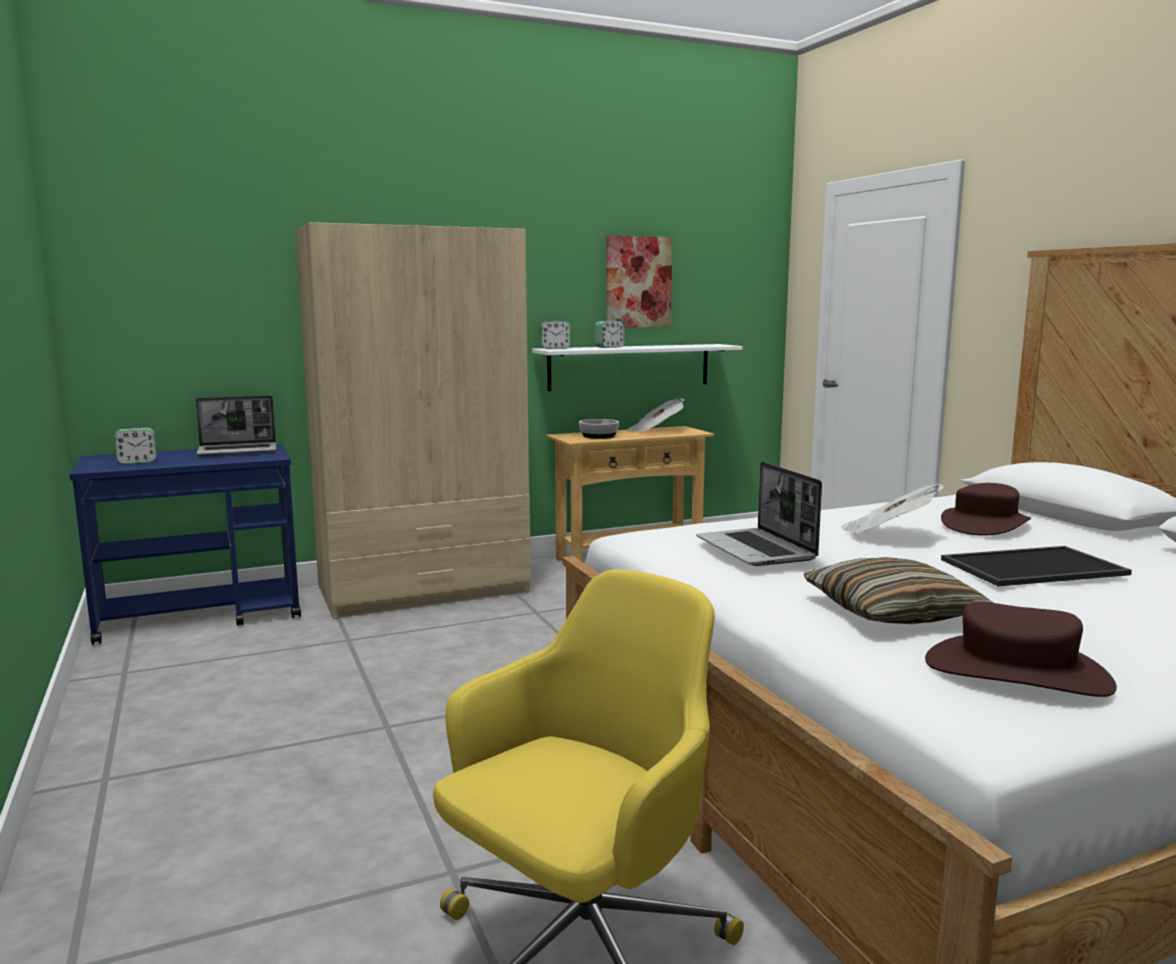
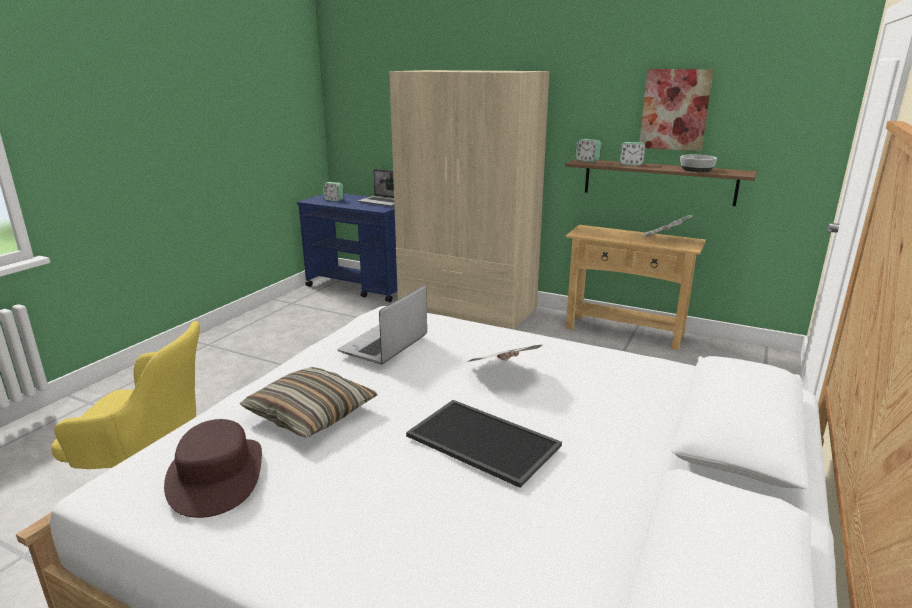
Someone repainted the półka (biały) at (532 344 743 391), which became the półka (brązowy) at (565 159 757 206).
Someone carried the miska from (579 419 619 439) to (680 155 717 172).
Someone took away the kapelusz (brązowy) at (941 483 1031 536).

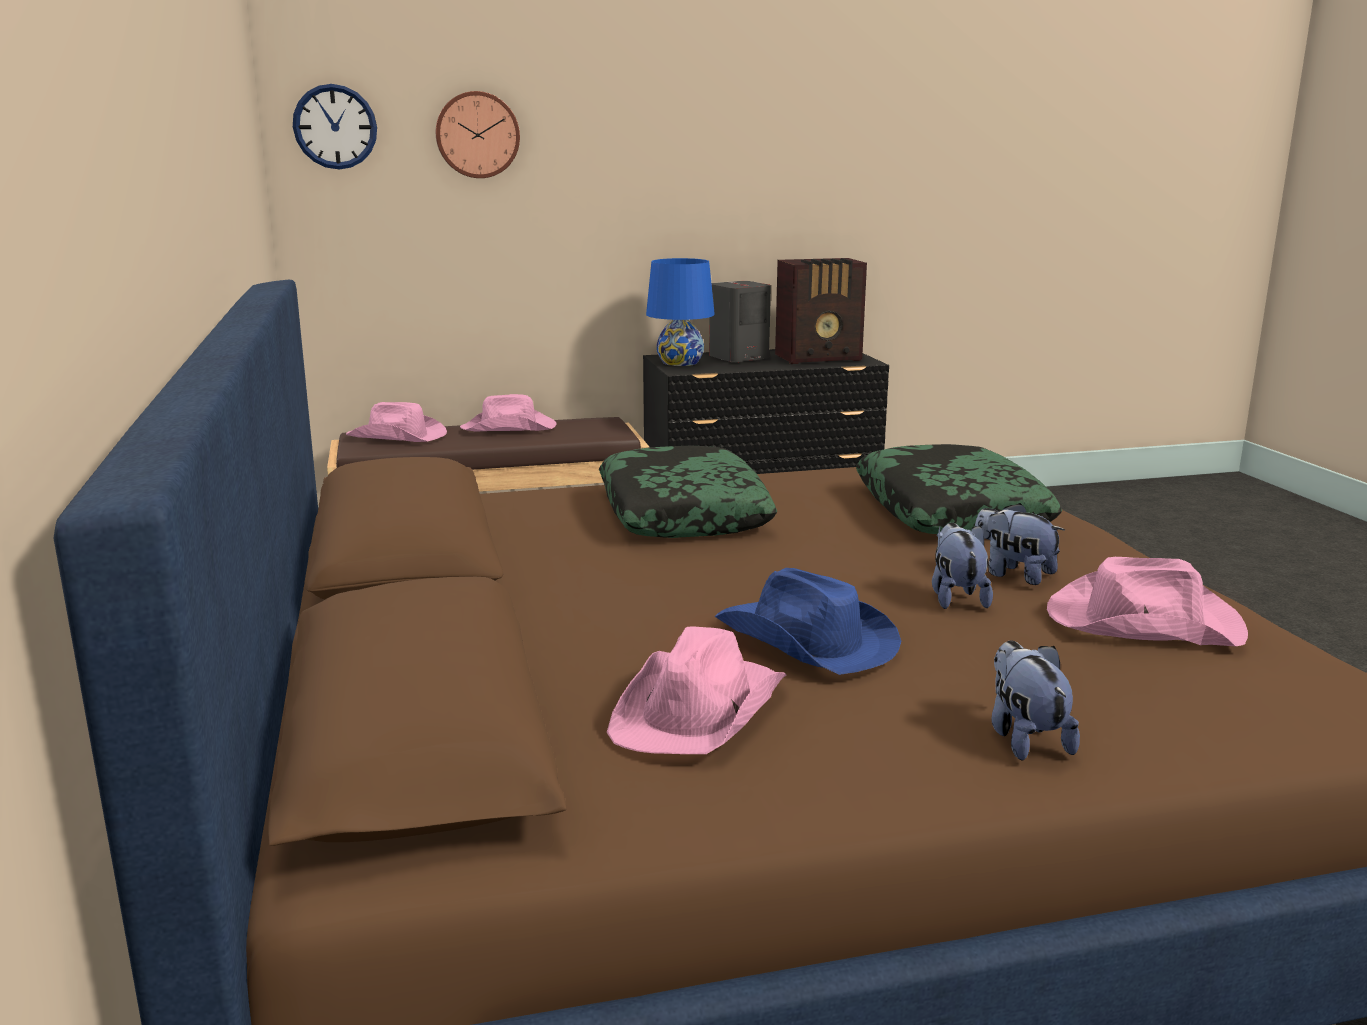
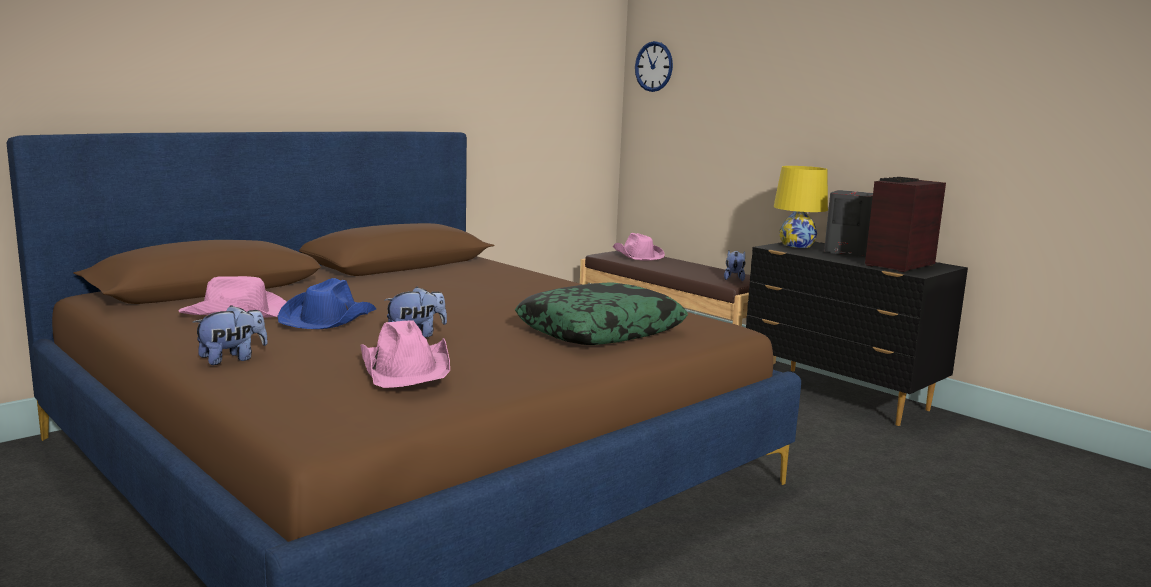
Someone took away the zegar ścienny at (436 91 520 178).
Someone took away the kapelusz (różowy) at (460 394 557 431).
Someone took away the poduszka at (599 446 777 538).
Someone repainted the lampa stołowa (niebieski) at (646 258 715 366), which became the lampa stołowa (żółty) at (774 166 828 248).
Someone rotated the radio at (775 258 867 364) by 90 degrees clockwise.
Someone carried the pluszak from (975 503 1065 585) to (724 250 745 281).

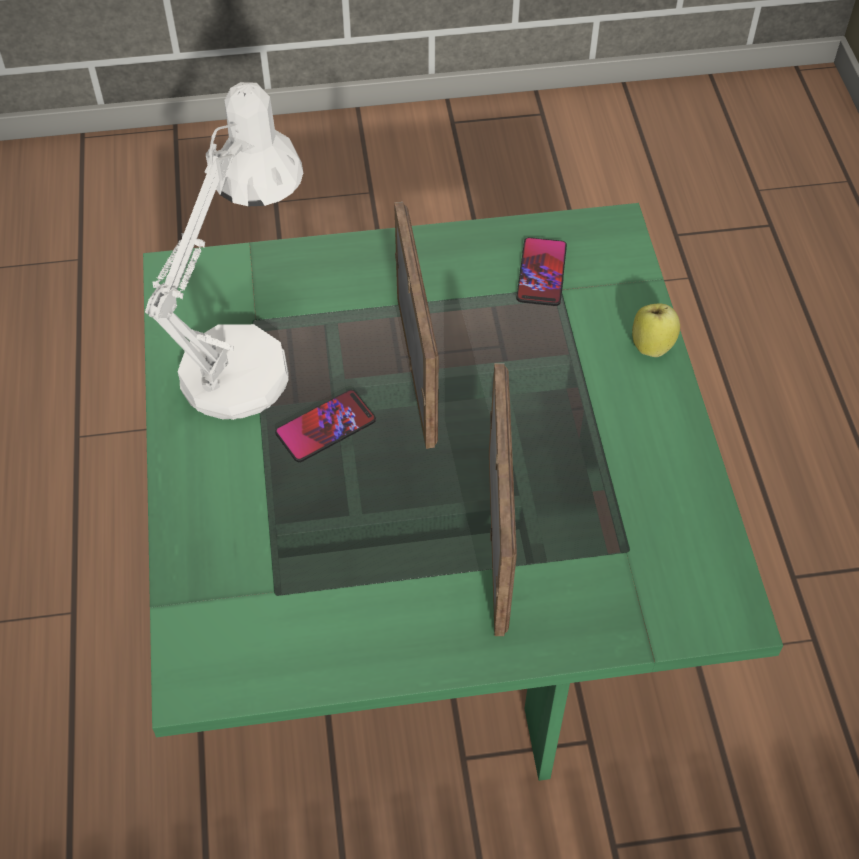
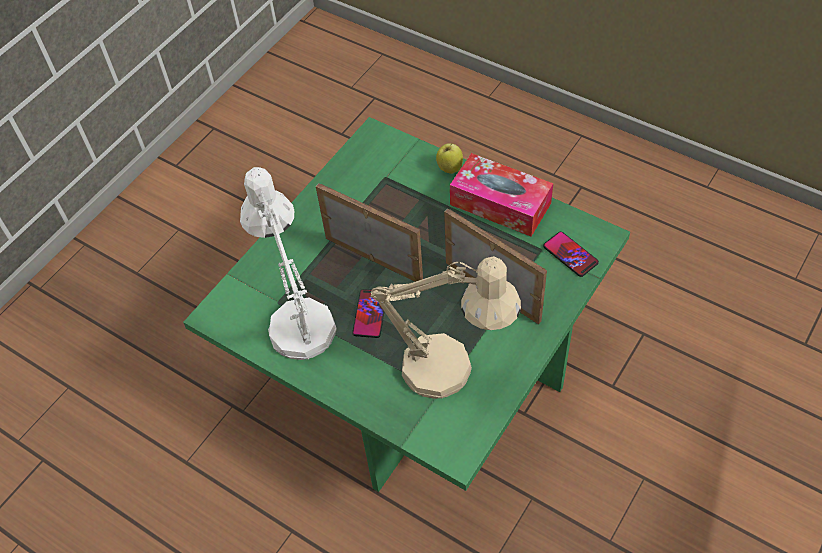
Someone carried the telefon from (517 237 567 306) to (543 232 599 277).
Someone put down the lampa stołowa (beżowy) at (371 256 521 399).
Someone put down the pudełko chusteczek at (450 153 553 236).

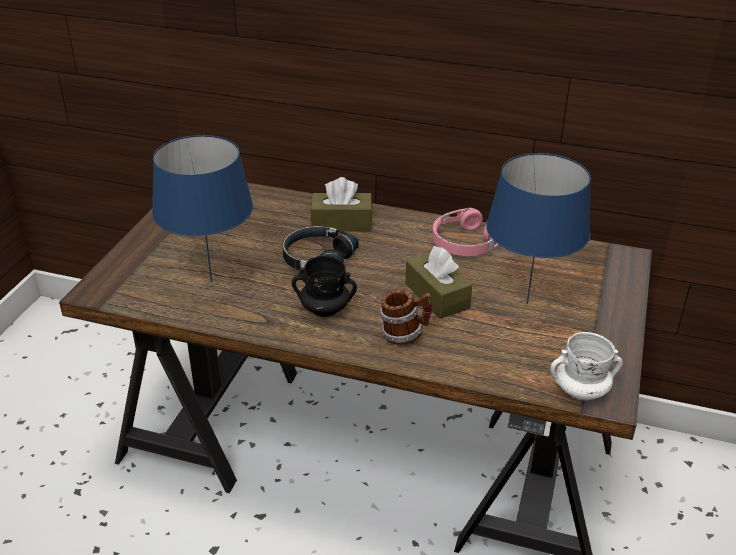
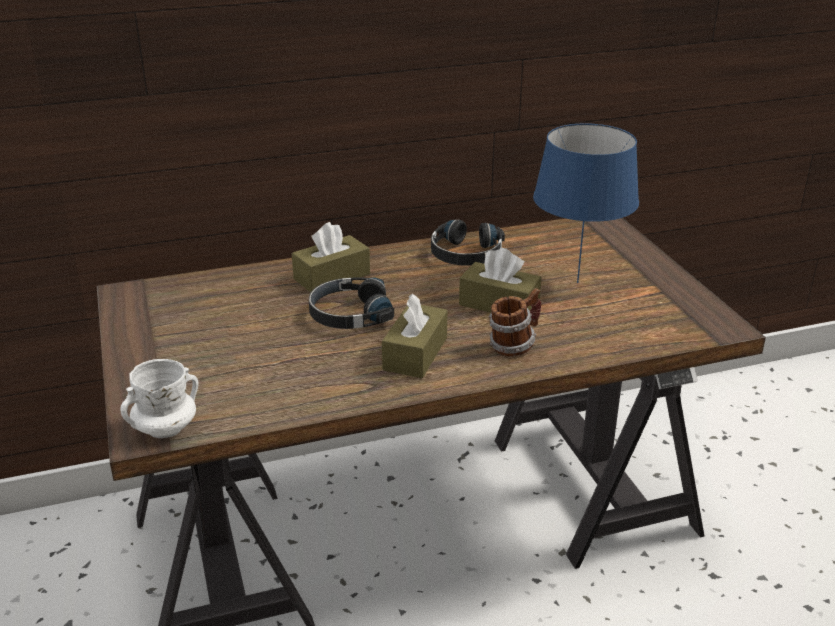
Someone took away the lampa stołowa (niebieski) at (152 135 253 283).
Someone swapped the kubek (czarny) at (292 255 357 317) for the pudełko chusteczek (brązowy) at (382 294 448 378).
Someone repainted the słuchawki (różowy) at (432 208 499 256), which became the słuchawki (czarny) at (431 220 505 266).
Someone carried the kubek (biały) from (550 332 623 401) to (120 359 198 438).

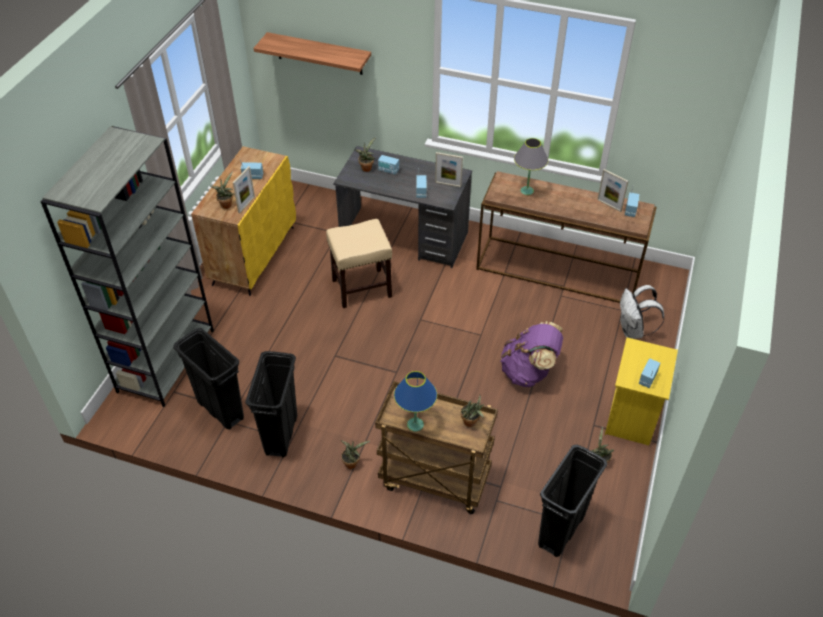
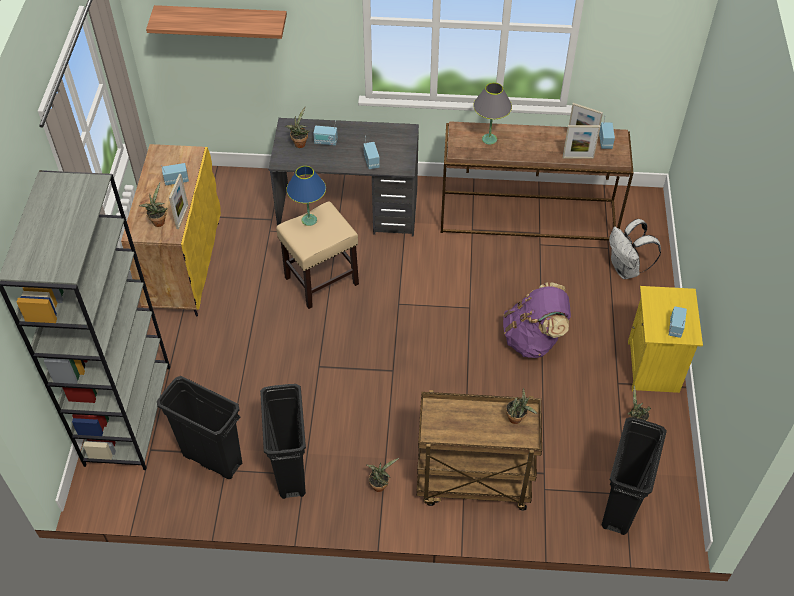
Someone carried the lampa stołowa (niebieski) from (394 371 437 432) to (286 166 326 226).
Someone carried the ramka na zdjęcie from (435 152 463 187) to (563 125 600 159).

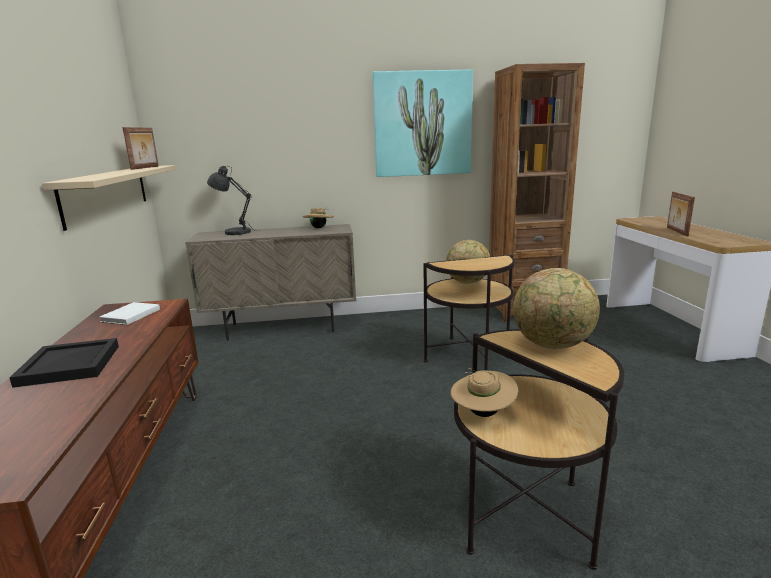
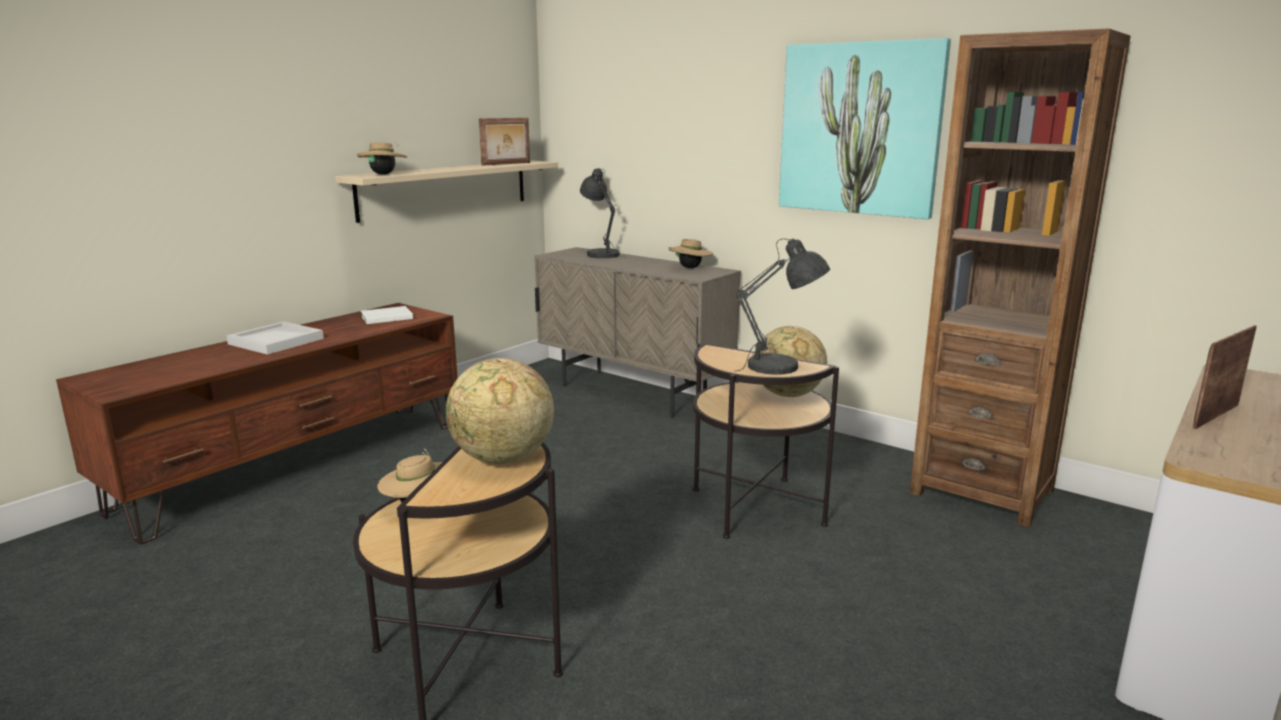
Someone repainted the taca (czarny) at (9 338 119 388), which became the taca (biały) at (226 321 324 355).
Someone put down the kapelusz (beżowy) at (357 142 407 175).
Someone put down the lampa stołowa (szary) at (736 239 830 375).

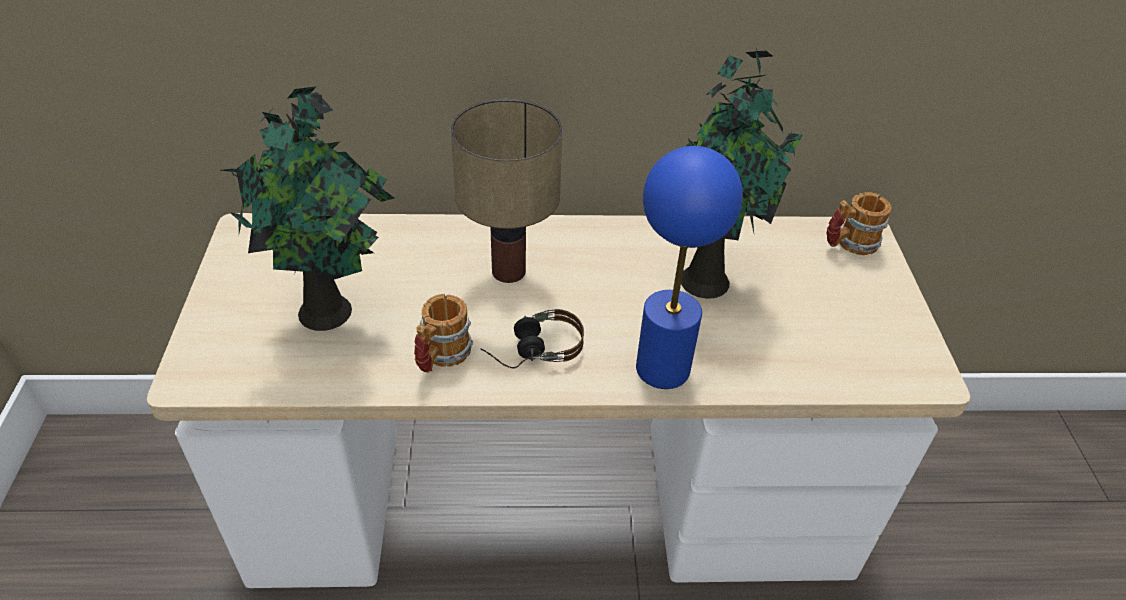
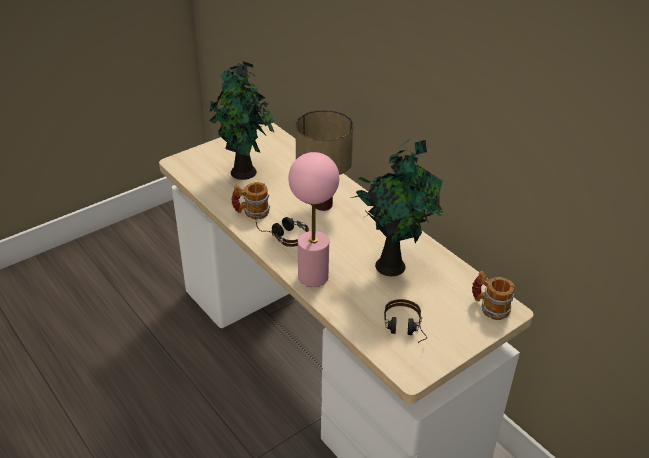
Someone repainted the lampa stołowa (niebieski) at (636 146 743 389), which became the lampa stołowa (różowy) at (289 152 339 287).
Someone put down the słuchawki at (384 299 427 343).

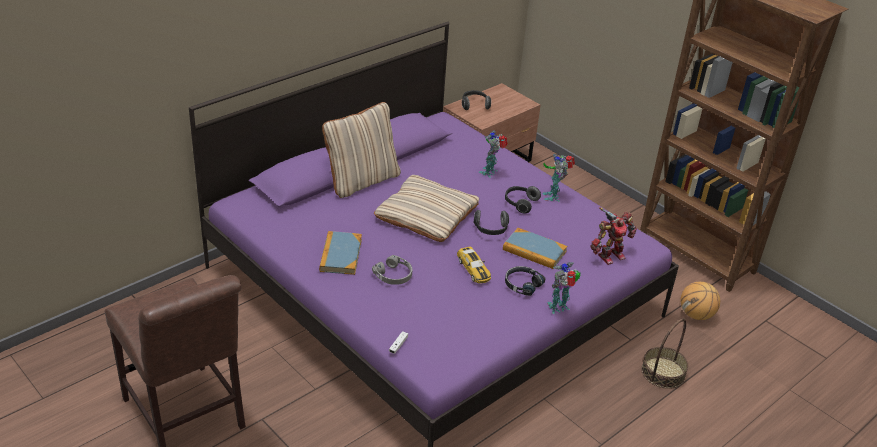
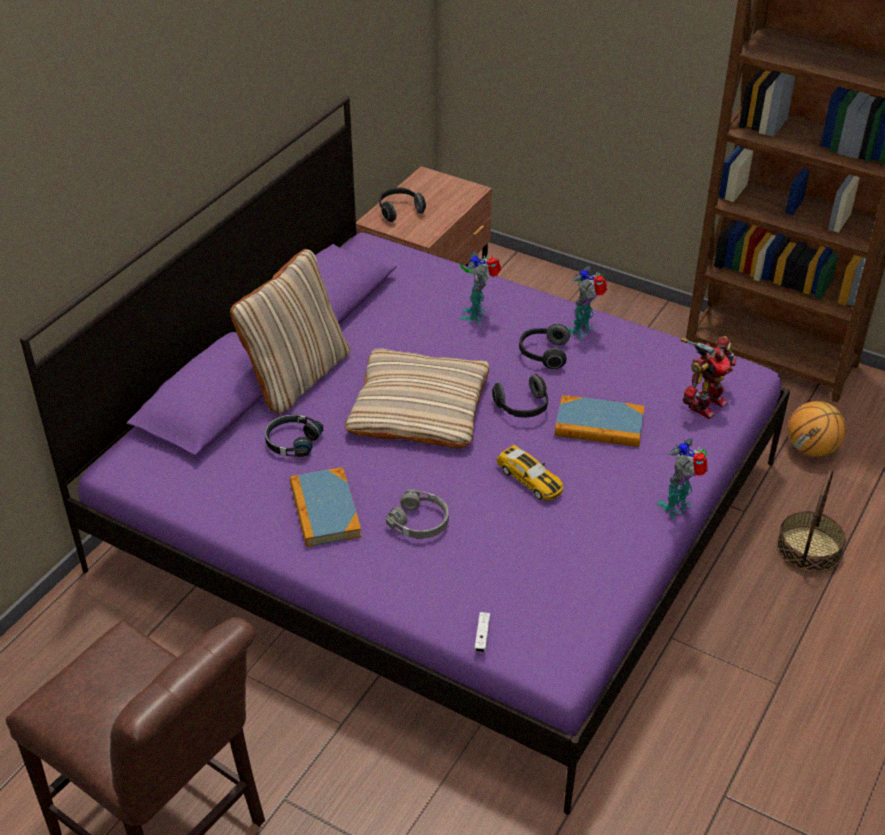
Someone carried the słuchawki (czarny) from (505 266 546 296) to (265 414 323 457).
Someone rotated the robot zabawkowy at (543 154 575 201) by 60 degrees clockwise.

